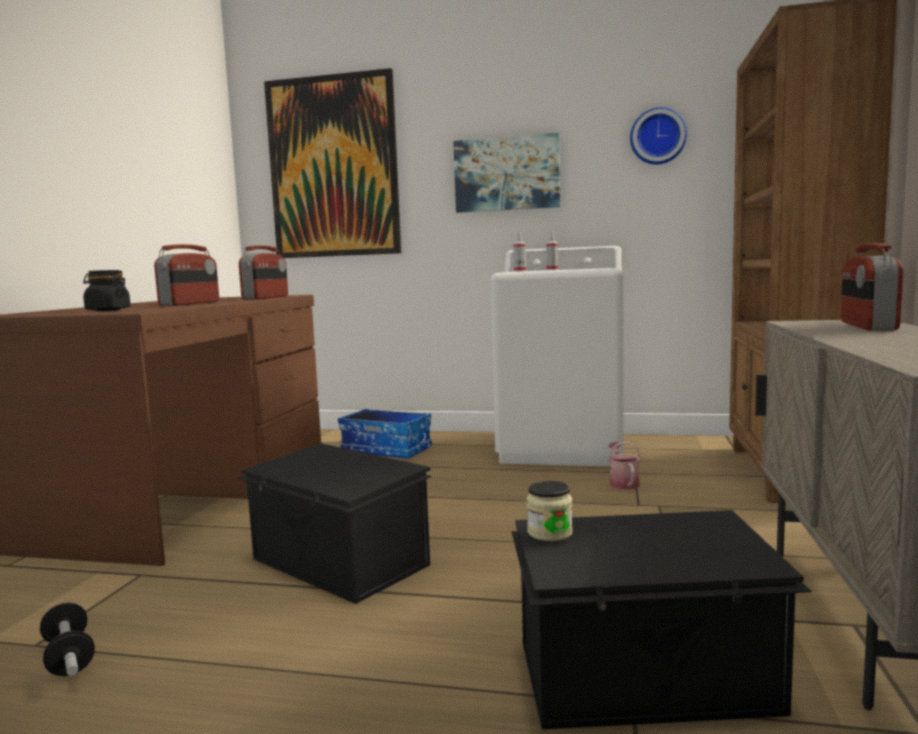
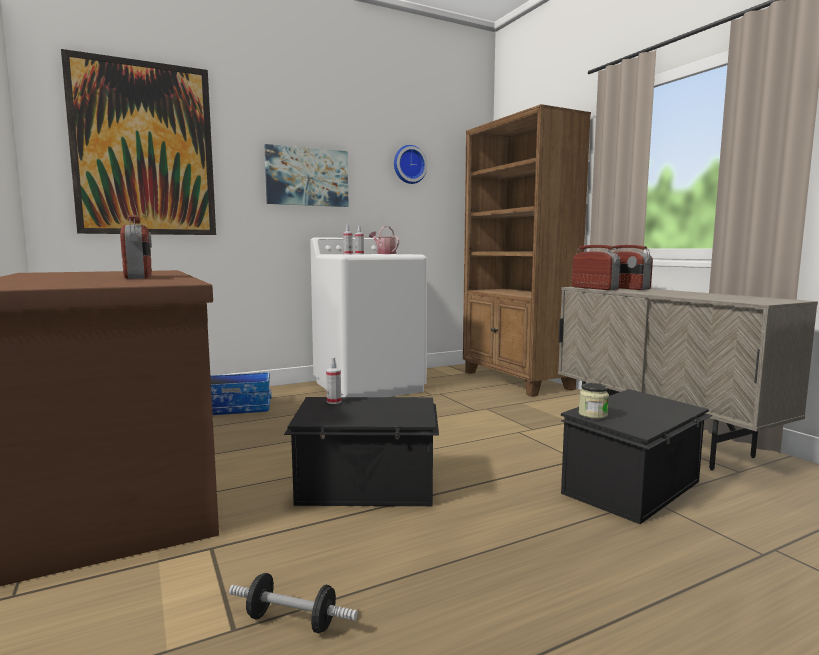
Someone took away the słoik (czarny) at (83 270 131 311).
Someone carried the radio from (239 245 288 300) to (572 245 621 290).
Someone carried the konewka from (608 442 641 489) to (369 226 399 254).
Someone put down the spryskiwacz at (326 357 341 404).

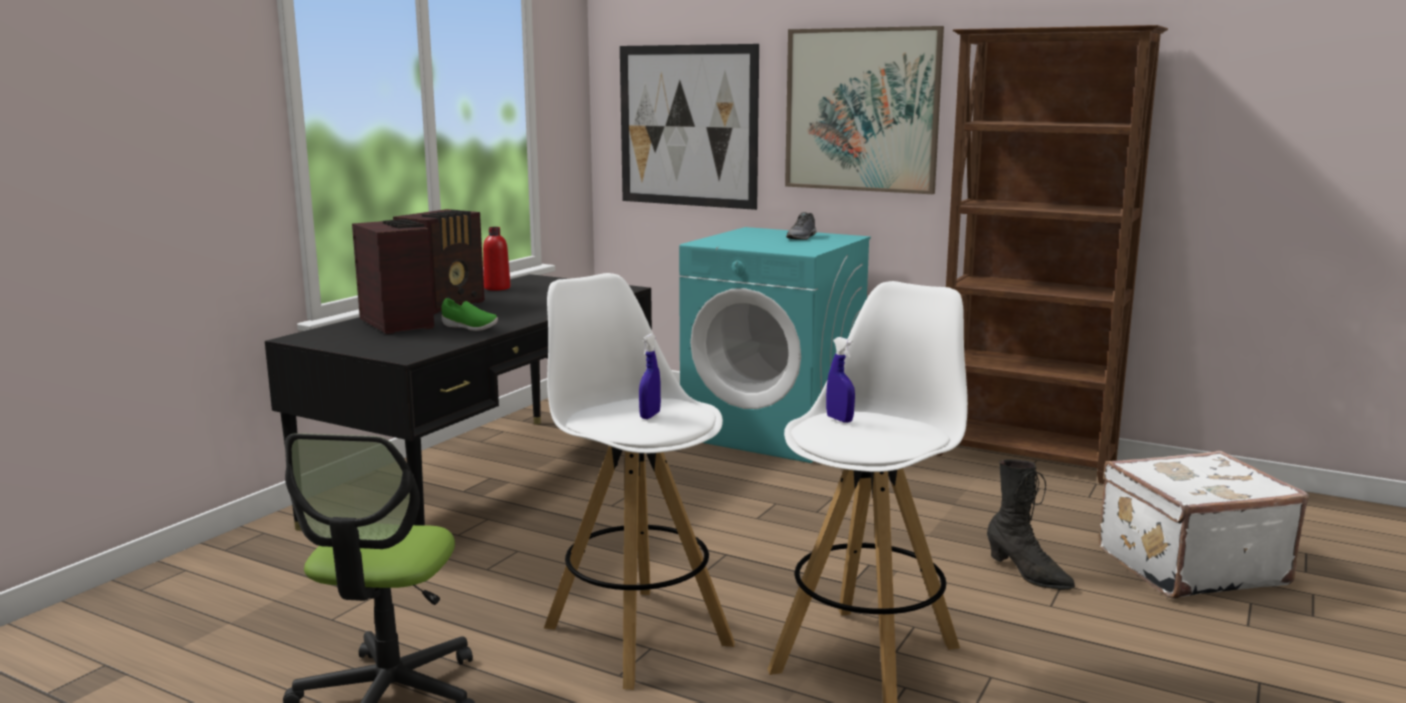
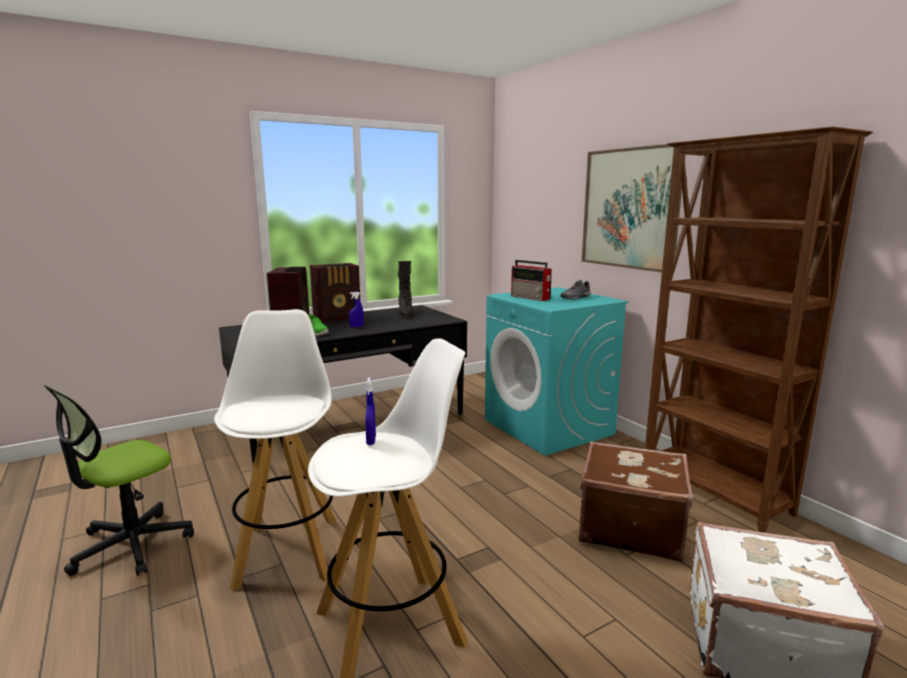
Someone took away the butelka (czerwony) at (483 227 511 291).
Someone took away the obraz at (620 44 759 210).
Someone carried the spryskiwacz (niebieski) from (639 334 661 419) to (349 292 364 328).
Someone carried the but z cholewką (czarny) from (987 459 1075 590) to (398 261 414 317).
Someone put down the radio at (511 260 552 301).
Someone put down the walizka (brązowy) at (578 441 693 561).

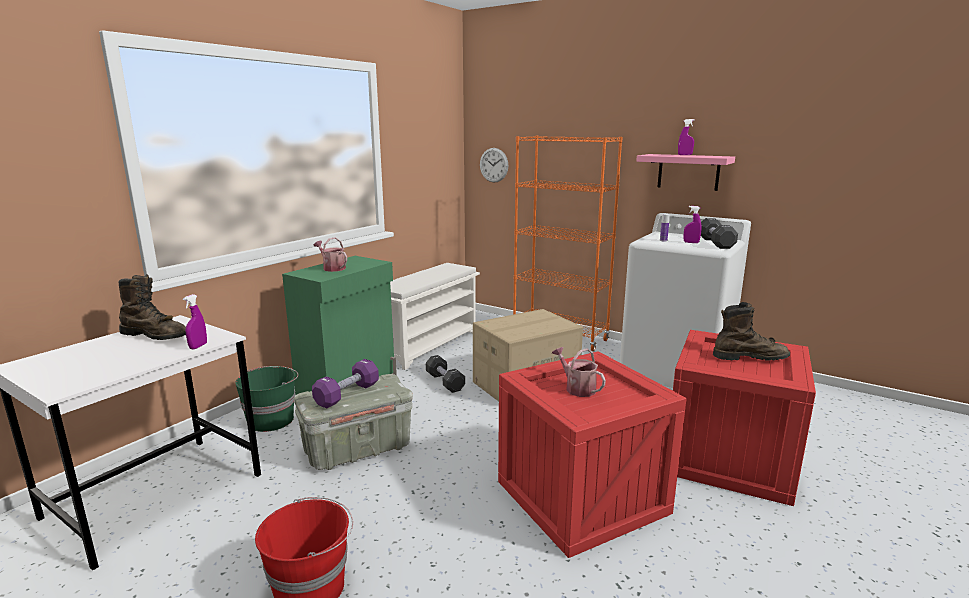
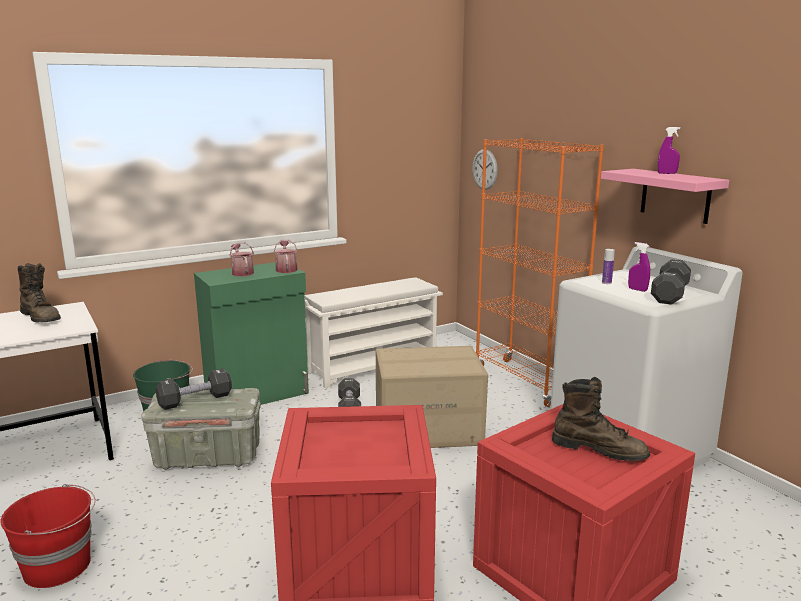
Someone took away the spryskiwacz (fioletowy) at (183 294 207 349).
Someone repainted the hantel (fioletowy) at (312 359 379 408), which became the hantel (czarny) at (156 368 232 410).
Someone carried the konewka from (552 347 606 397) to (274 240 298 273).

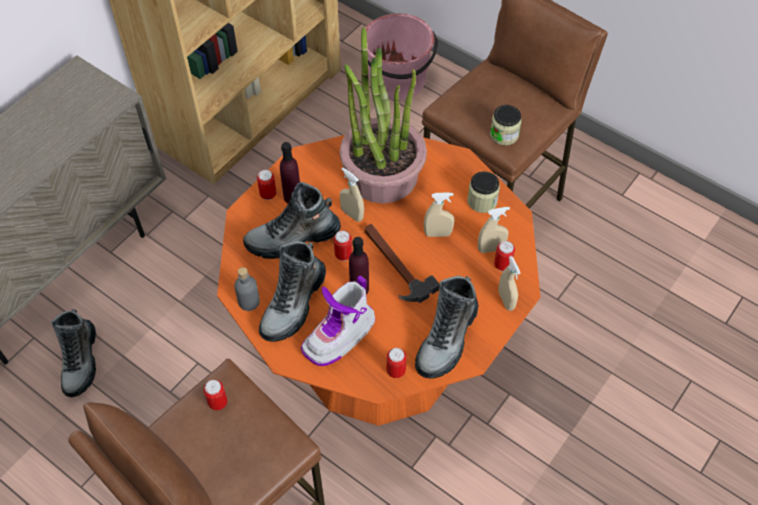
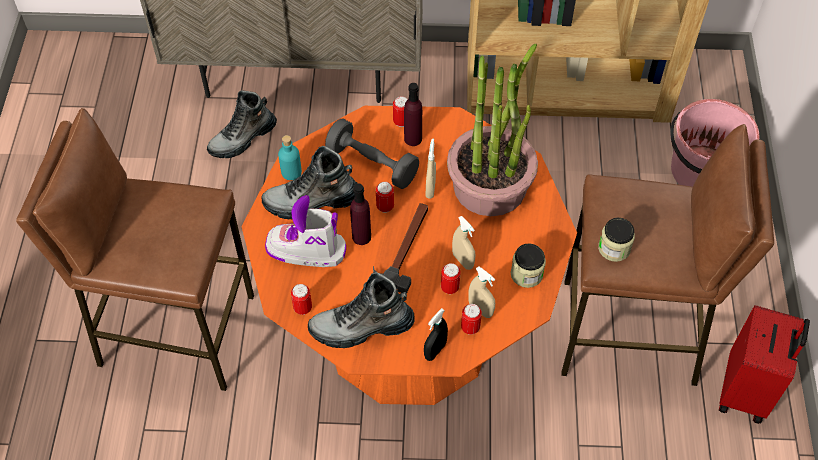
Someone carried the puszka from (203 380 227 410) to (441 263 461 294).
Someone repainted the butelka (szary) at (234 267 260 311), which became the butelka (turkusowy) at (278 135 302 180).
Someone swapped the but z cholewką at (243 182 341 259) for the hantel (szary) at (325 118 419 189).
Someone repainted the spryskiwacz (beżowy) at (498 256 520 311), which became the spryskiwacz (czarny) at (424 308 448 361).
Someone put down the walizka (czerwony) at (719 305 810 424).

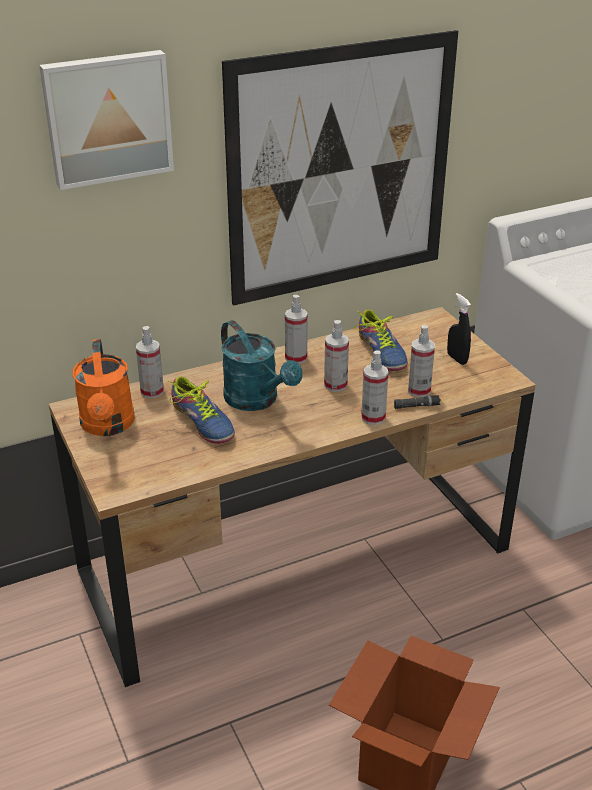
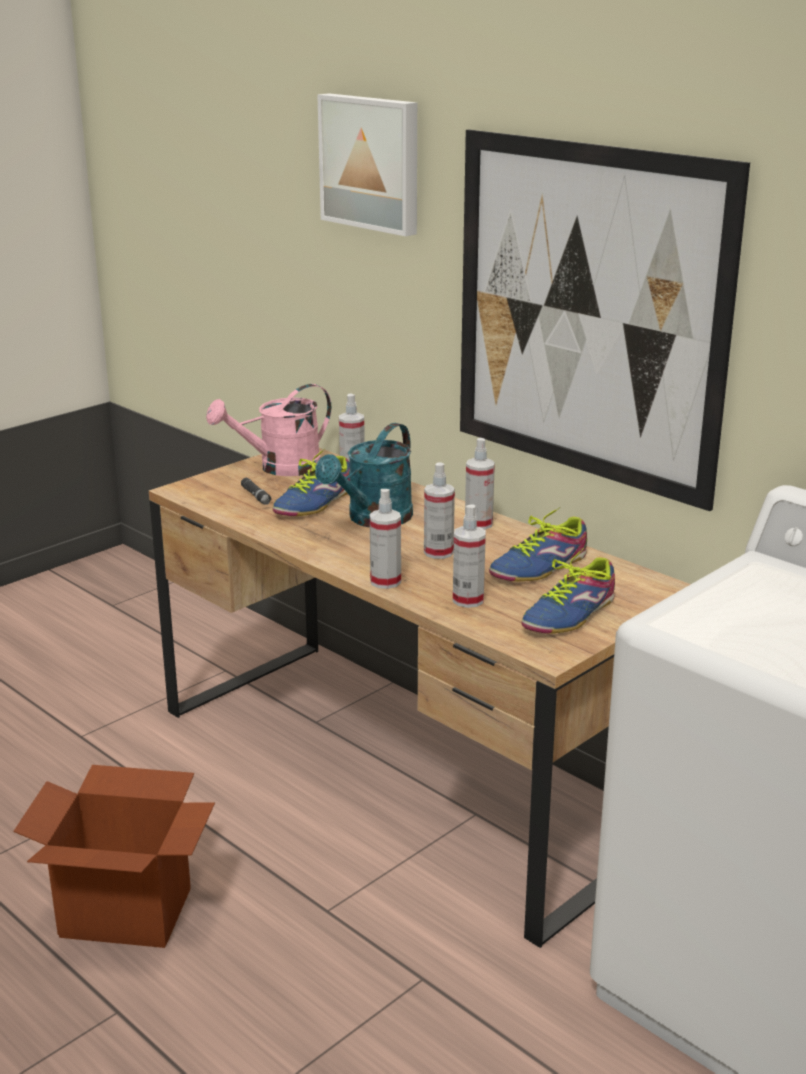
Someone repainted the konewka (pomarańczowy) at (73 339 135 436), which became the konewka (różowy) at (206 384 331 476).
Someone carried the latarka (czarny) from (394 395 441 409) to (241 478 271 505).
Someone swapped the spryskiwacz (czarny) at (447 293 471 365) for the but at (521 548 615 634).

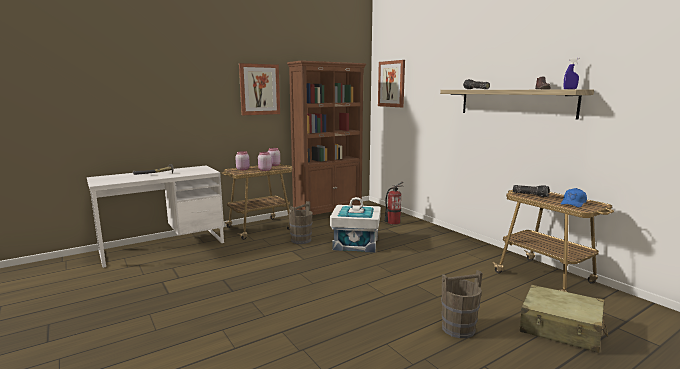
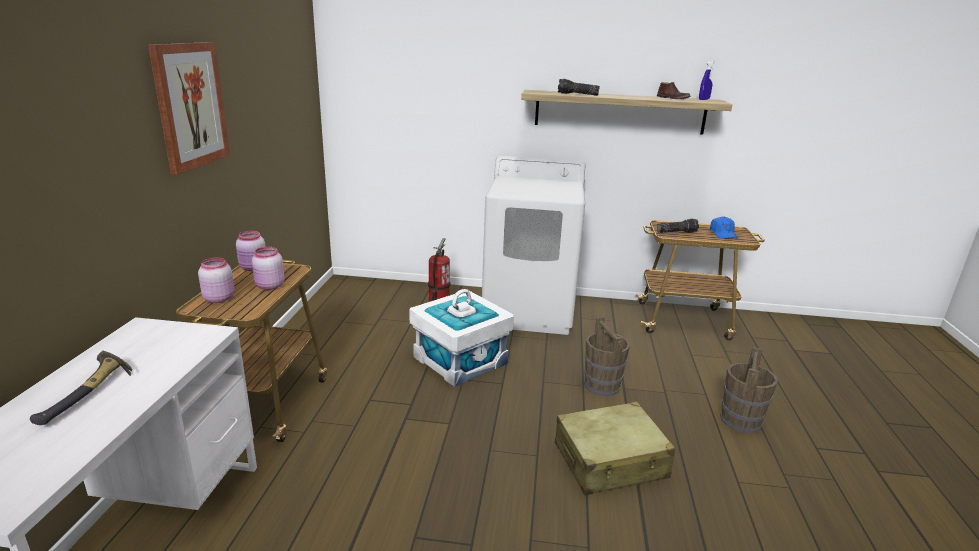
Someone took away the regał (brązowy) at (287 61 366 215).
Someone carried the wiadro (brązowy) from (289 201 313 244) to (584 317 630 396).
Someone took away the obraz at (378 60 405 107).
Someone carried the walizka (beżowy) from (520 285 608 353) to (555 402 676 495).
Someone put down the pralka (biały) at (482 156 586 335).

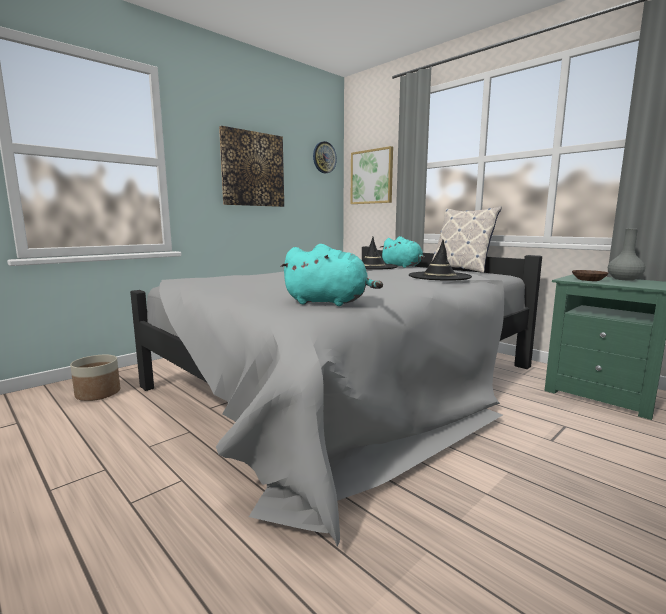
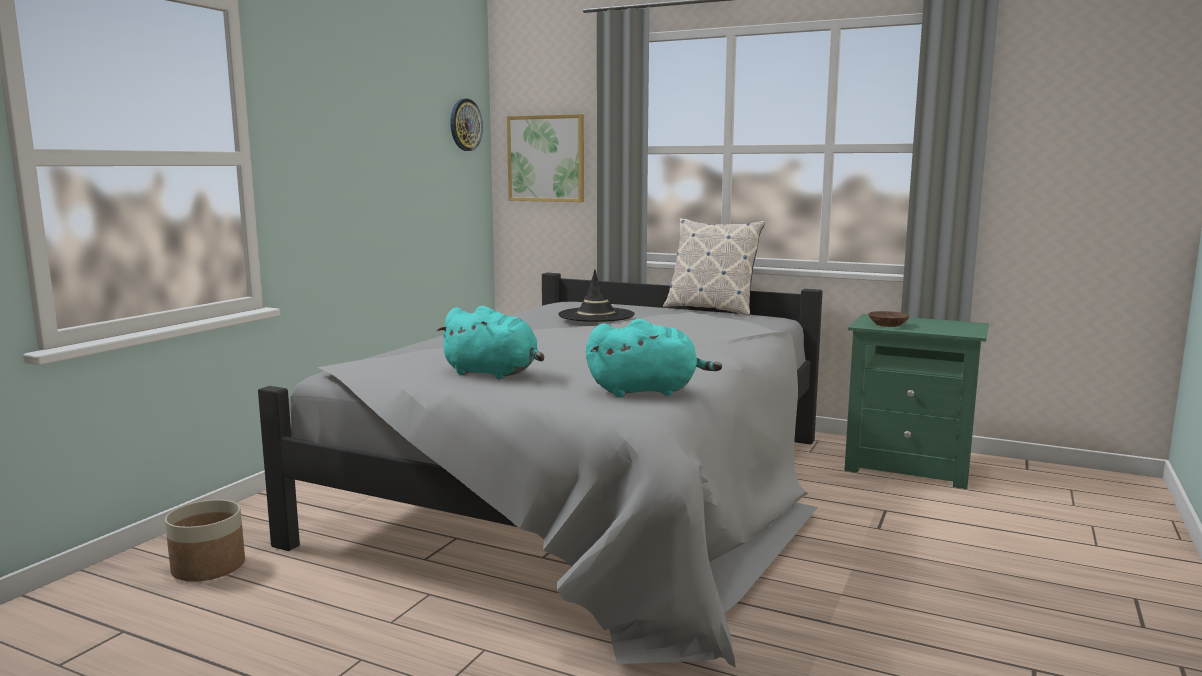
Someone took away the obraz at (219 126 284 207).
Someone carried the pluszak (turkusowy) from (380 236 425 268) to (437 306 544 379).
Someone took away the kapelusz (czarny) at (409 240 472 281).
Someone took away the wazon (szary) at (608 229 645 281).

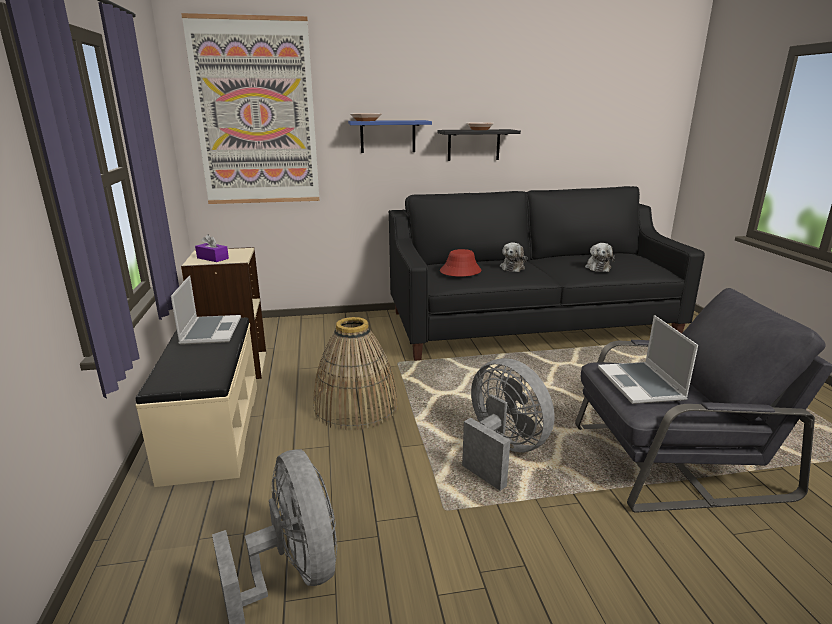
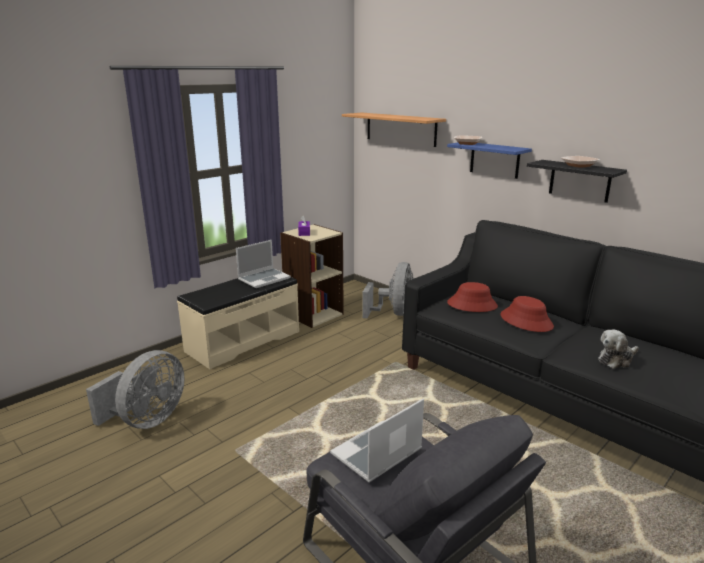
Someone swapped the obraz at (181 13 319 204) for the półka at (342 113 446 147).
Someone took away the koszyk at (313 317 399 430).
Someone carried the wentylator (szary) from (462 358 555 491) to (362 262 413 319).
Someone swapped the pluszak at (500 242 527 272) for the kapelusz (czerwony) at (500 296 554 332).

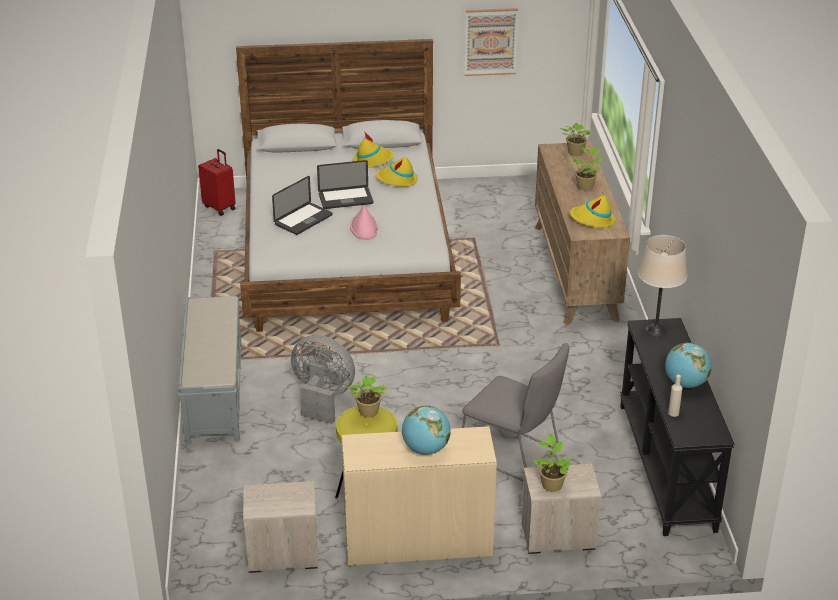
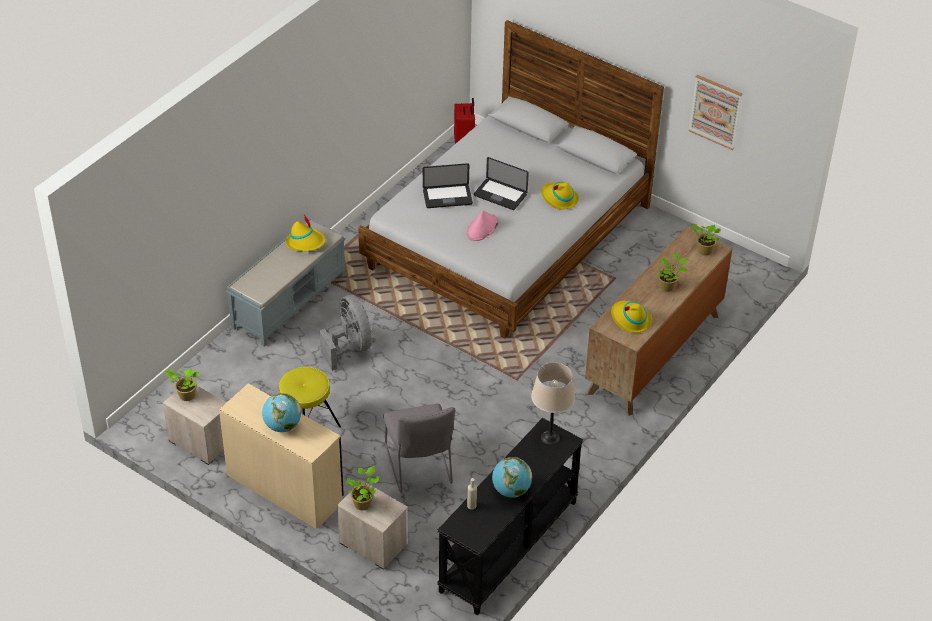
Someone carried the roślina doniczkowa from (347 376 387 417) to (164 369 199 401).
Someone carried the kapelusz (żółty) from (353 133 394 168) to (286 214 325 251).

